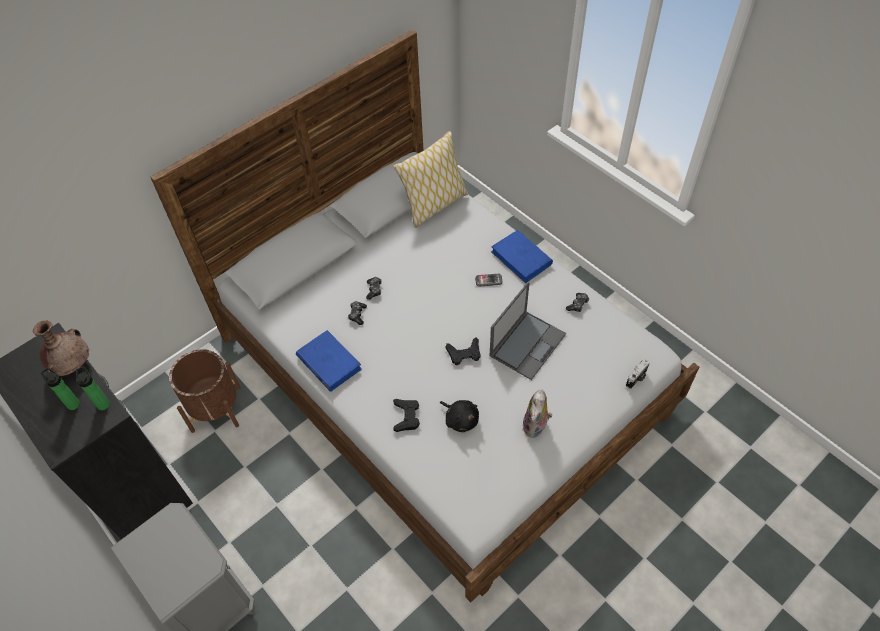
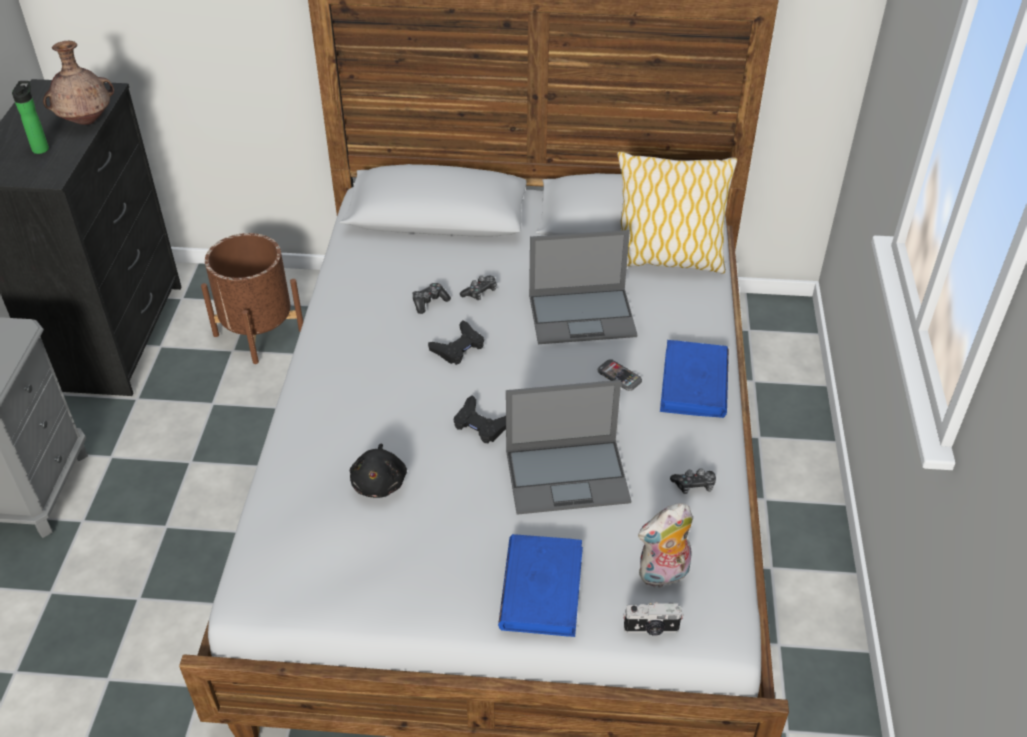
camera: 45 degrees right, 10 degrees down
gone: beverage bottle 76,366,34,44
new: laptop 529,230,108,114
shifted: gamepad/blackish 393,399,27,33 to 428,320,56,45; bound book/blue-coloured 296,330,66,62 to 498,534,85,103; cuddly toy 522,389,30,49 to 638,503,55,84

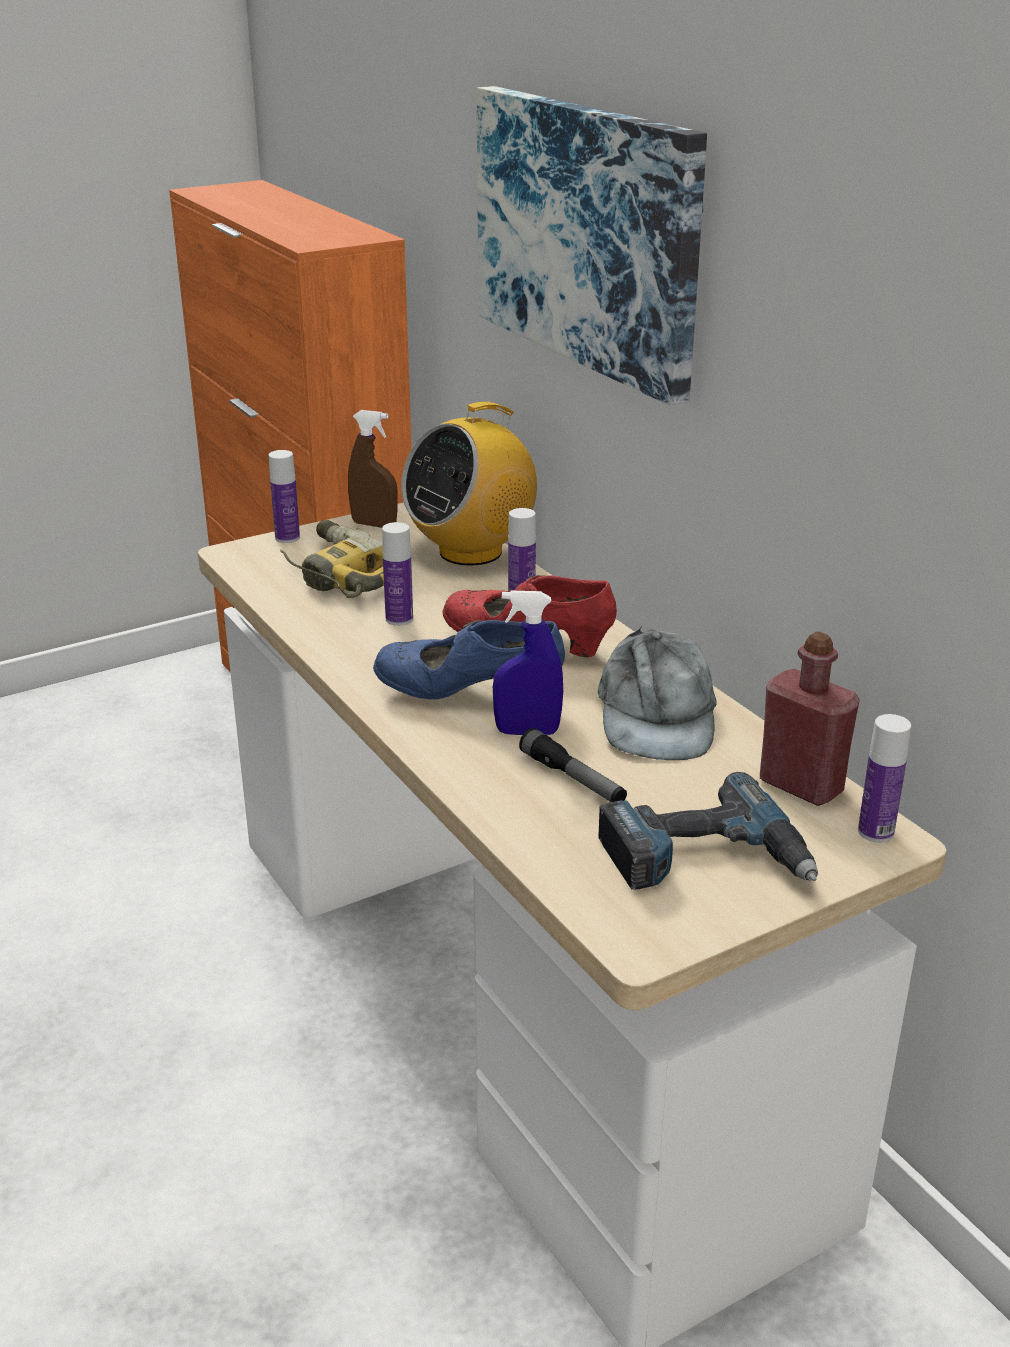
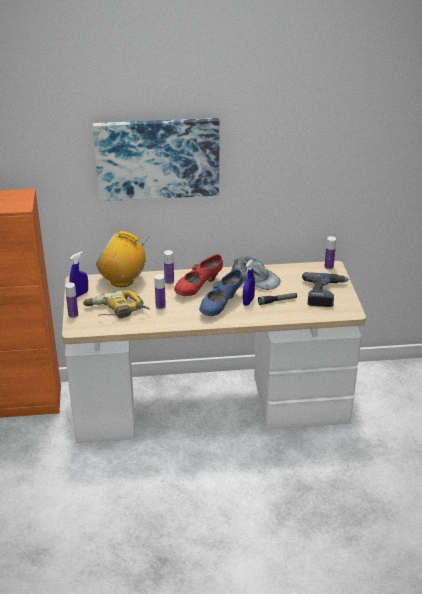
camera: 65 degrees left, 5 degrees up
gone: beverage bottle/red-coloured 760,632,100,174
repainted: spray bottle/brown-coloured 348,410,49,118 to spray bottle/blue-coloured 69,251,19,46
rotated: radio receiver 401,402,136,164 = 96,231,53,56 120 degrees clockwise

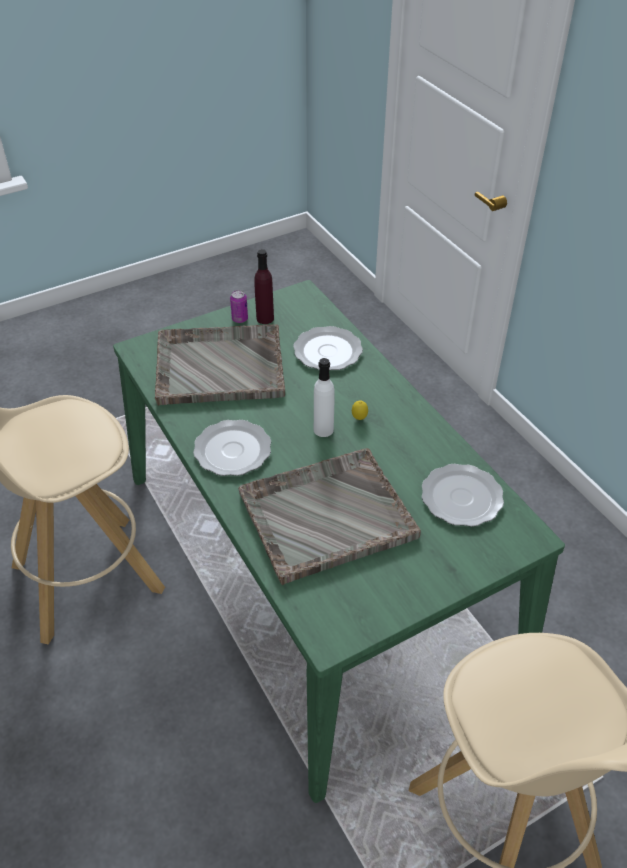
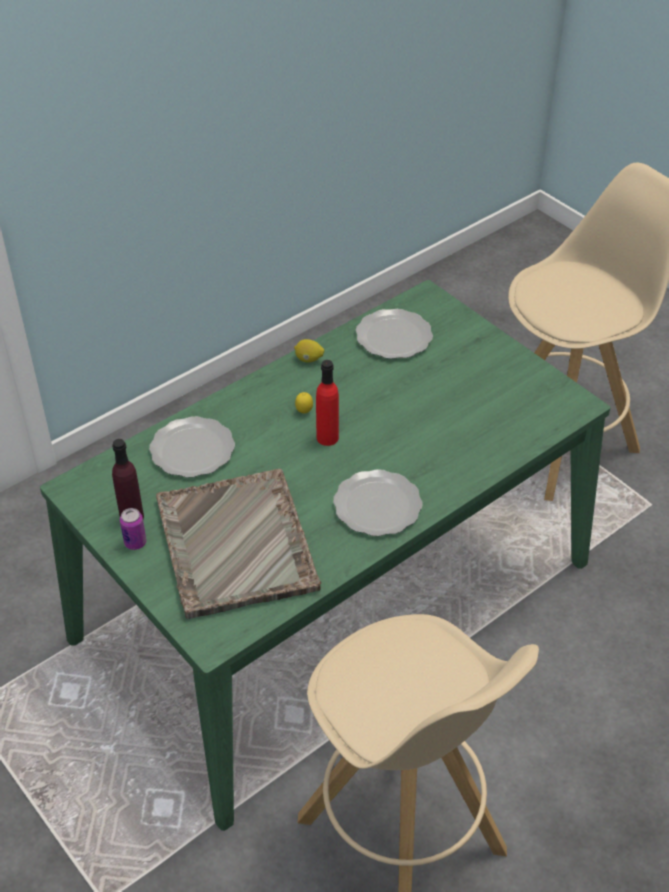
camera: 100 degrees left, 0 degrees up
gone: tray/gray 239,448,182,137
new: whole lemon 294,339,30,23
repainted: beverage bottle/white-coloured 314,358,21,79 to beverage bottle/red-coloured 316,360,23,86

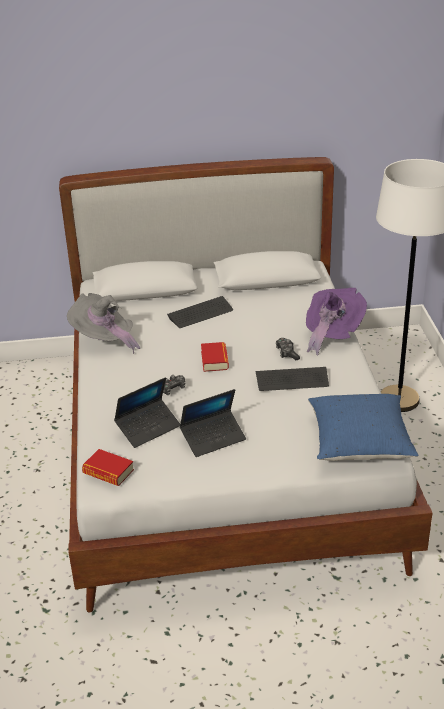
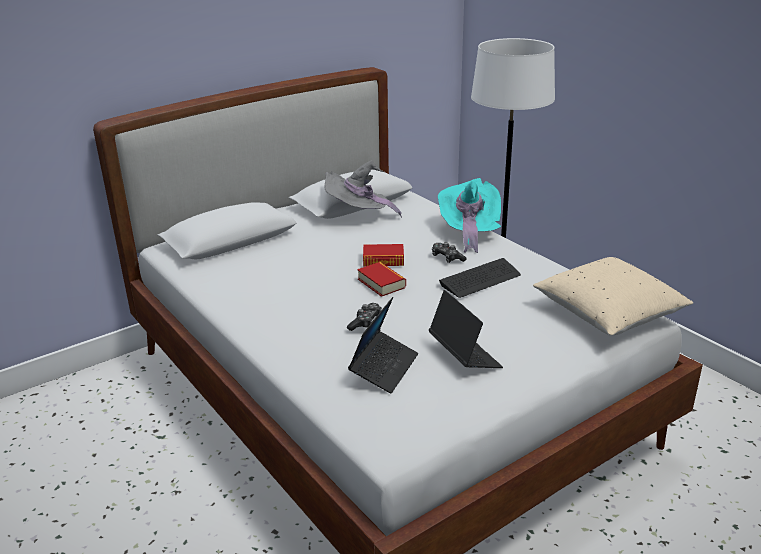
camera: 30 degrees left, 5 degrees down
gone: computer keyboard 167,296,66,32
shifted: clothing hat/gray 67,293,73,61 to 324,160,78,58; bound book 82,449,52,37 to 363,244,41,22
repainted: clothing hat/purple-coloured 306,288,61,67 to clothing hat/blue-green 438,178,63,75; cushion/blue-coloured 308,394,111,67 to cushion/beige-coloured 533,257,160,79
rotated: laptop 180,389,66,68 = 429,290,74,78 60 degrees counterclockwise

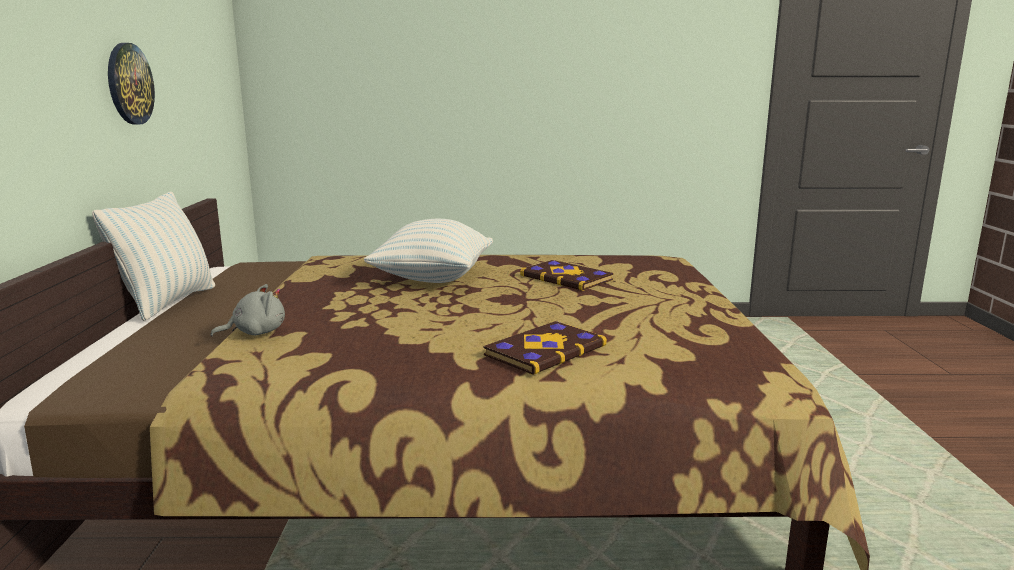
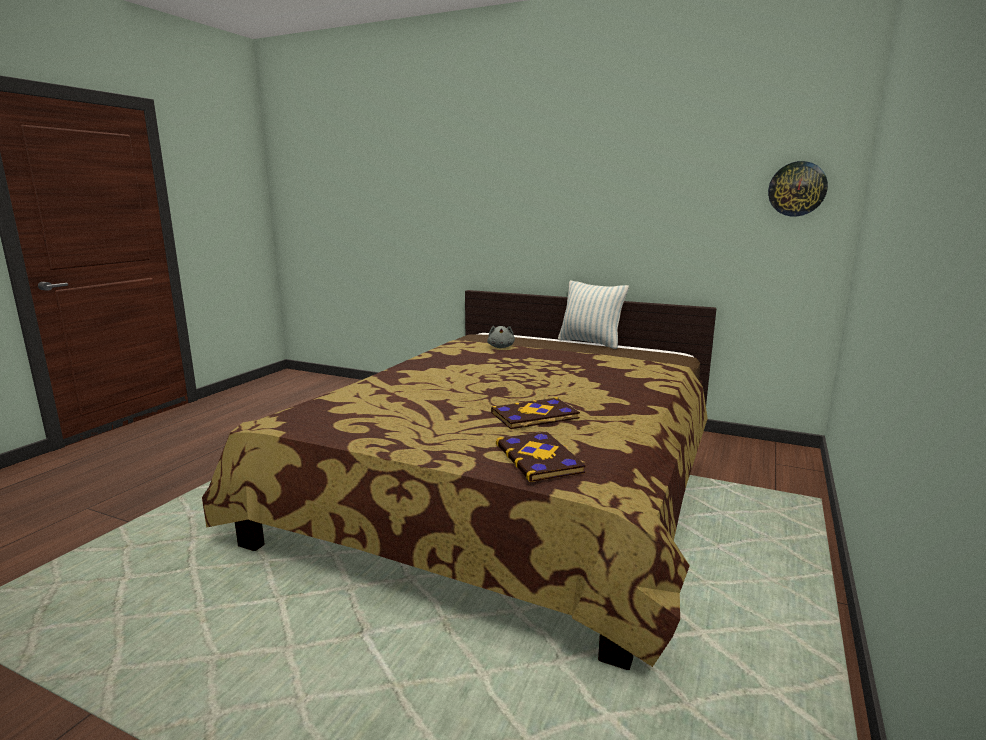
camera: 115 degrees right, 0 degrees up
gone: cushion 364,219,129,64
shifted: bound book 484,321,123,54 to 496,431,90,51; wall clock 108,43,47,82 to 768,161,60,56

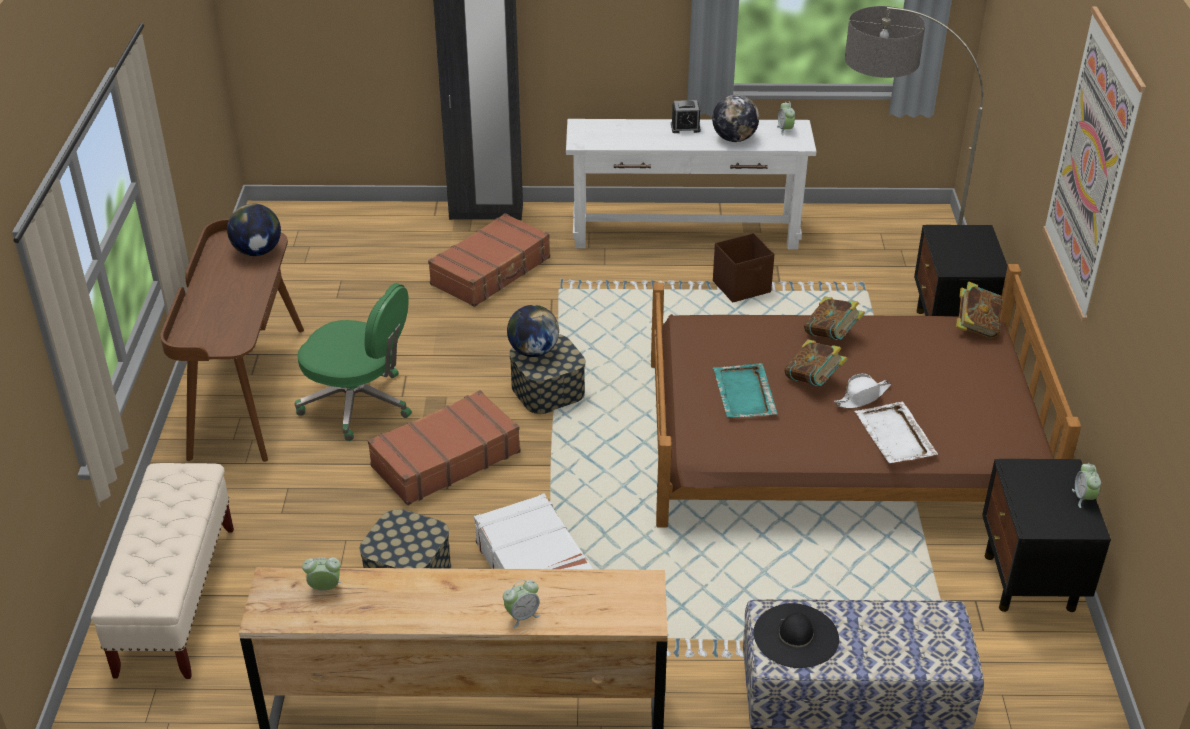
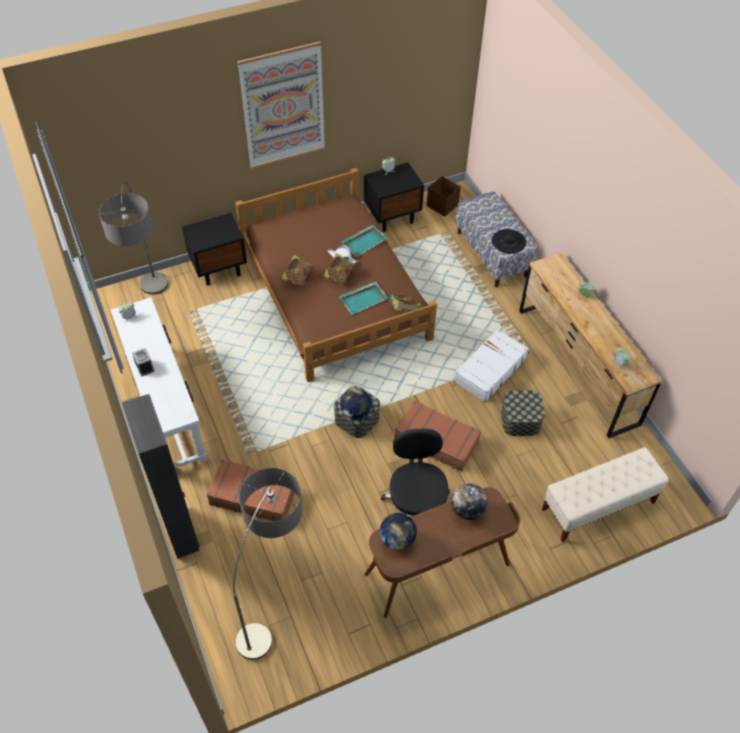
camera: 115 degrees left, 15 degrees up
new: floor lamp 233,468,70,192
shifted: bound book 956,282,47,57 to 388,294,34,18; storage bin/brown-coloured 713,233,61,69 to 427,176,34,41; desk globe 712,95,47,47 to 451,483,37,37
repainted: tray/white-coloured 855,402,83,61 to tray/blue-green 341,225,47,32; office chair/greenish 295,283,117,158 to office chair/blackish 381,428,69,89

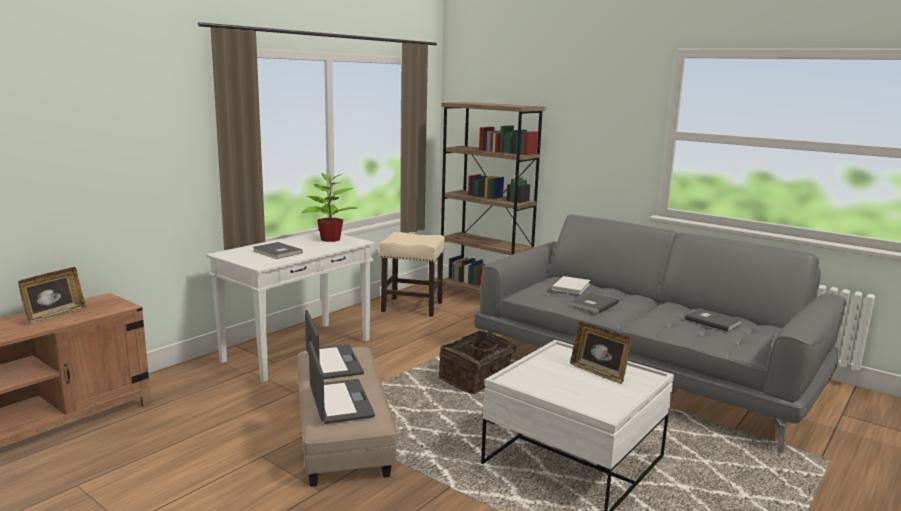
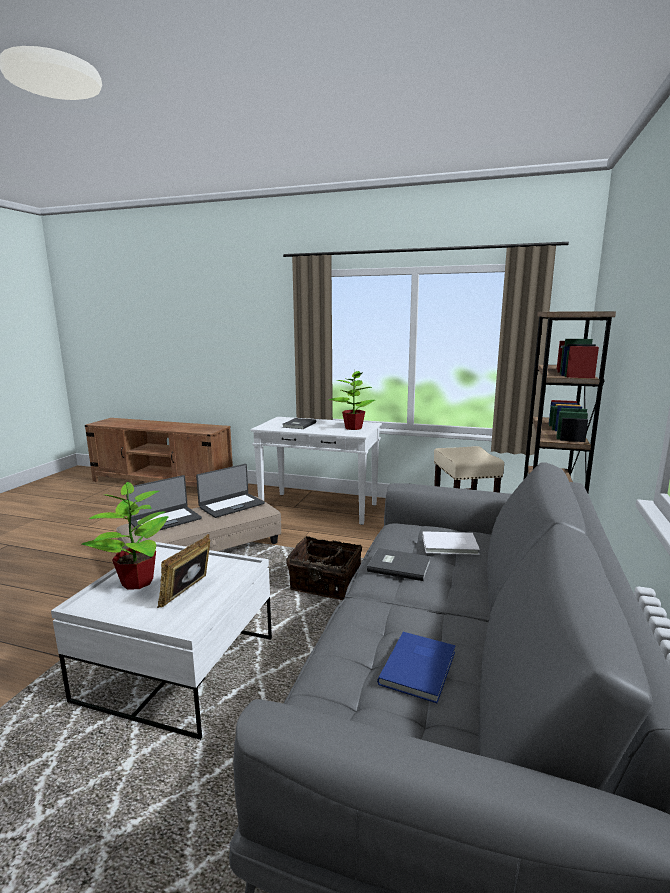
camera: 70 degrees right, 0 degrees up
gone: picture frame 18,267,69,57
new: potted plant 82,482,87,108
repainted: bound book/gray 685,308,58,24 to bound book/blue-coloured 377,632,79,71

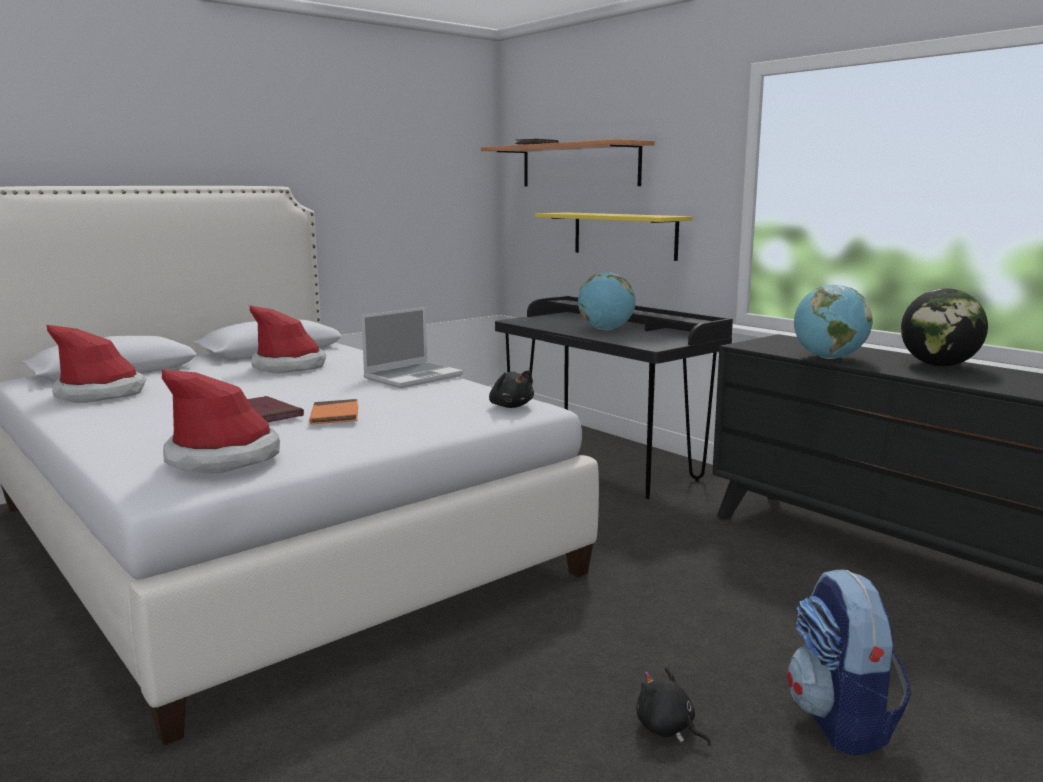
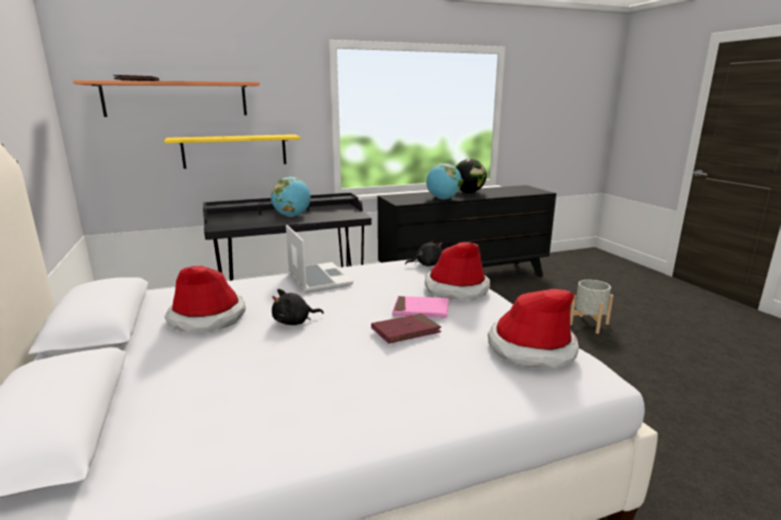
camera: 70 degrees left, 5 degrees up
shifted: cuddly toy/blackish 636,667,75,79 to 272,289,52,36; clothing hat 47,325,99,78 to 425,242,65,58
swapped: rucksack 787,569,125,187 to plant pot/gray 570,280,43,54
repainted: bound book/orange 309,399,49,26 to bound book/pink 392,296,57,22

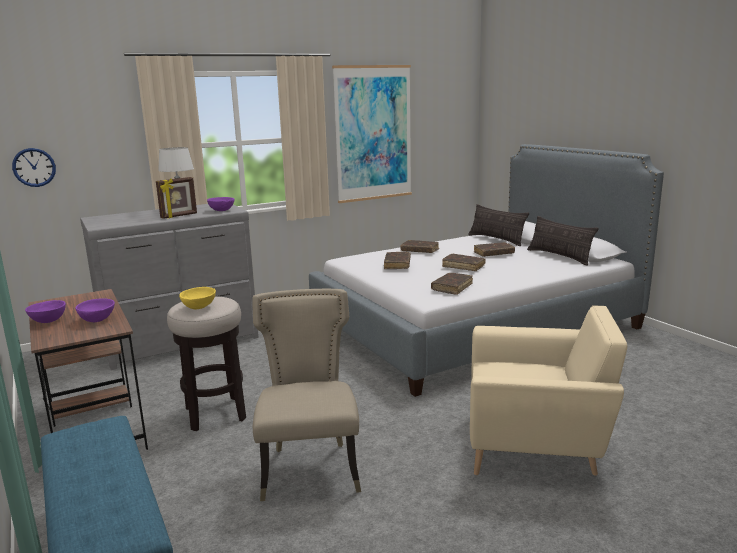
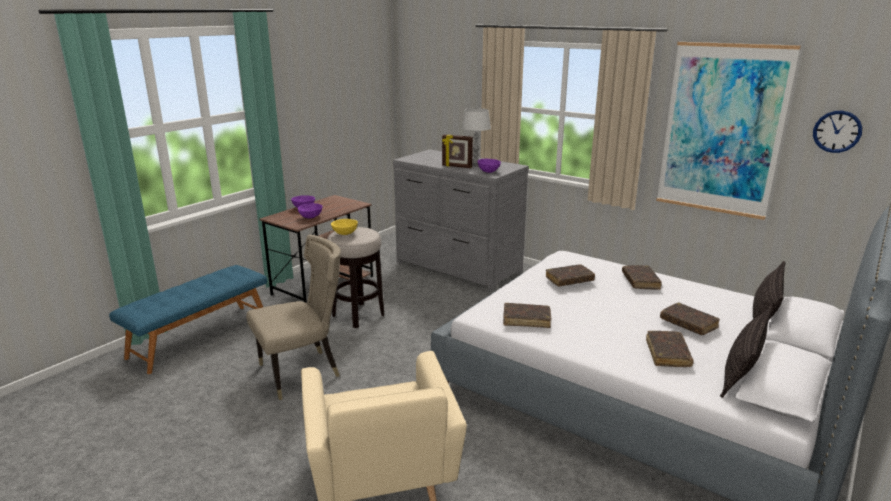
camera: 65 degrees right, 5 degrees up
shifted: bound book/brown-coloured 442,254,44,17 to 646,331,48,36; wall clock 12,148,44,39 to 813,111,49,42

